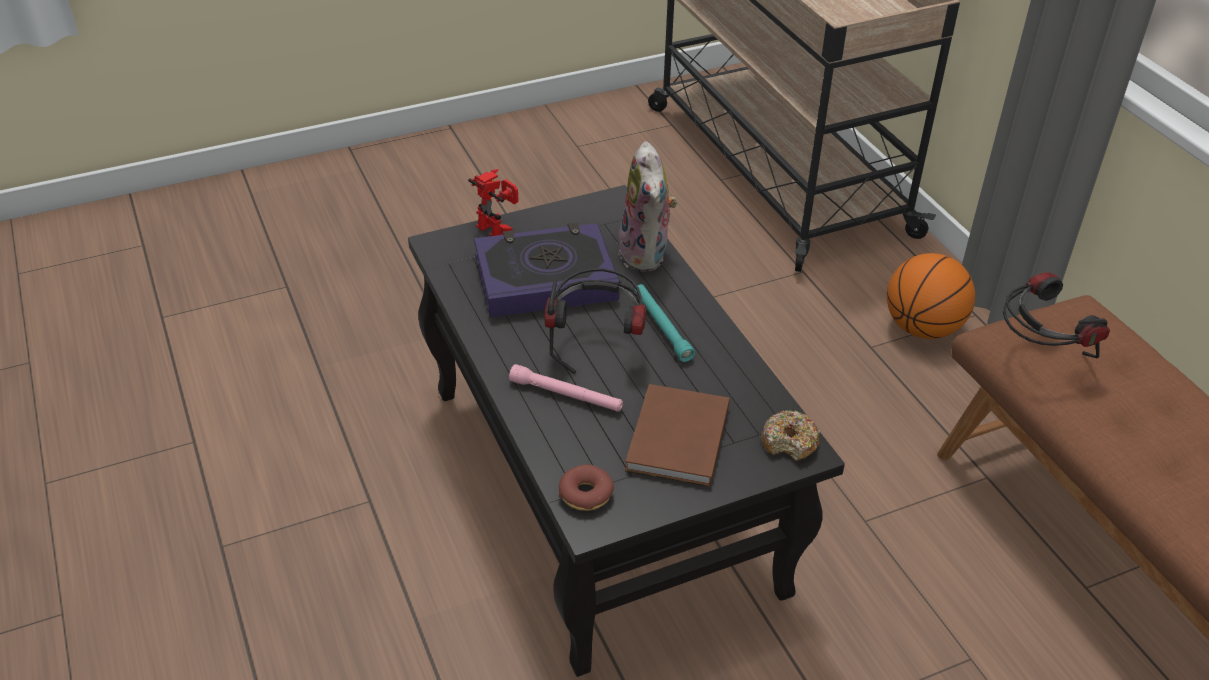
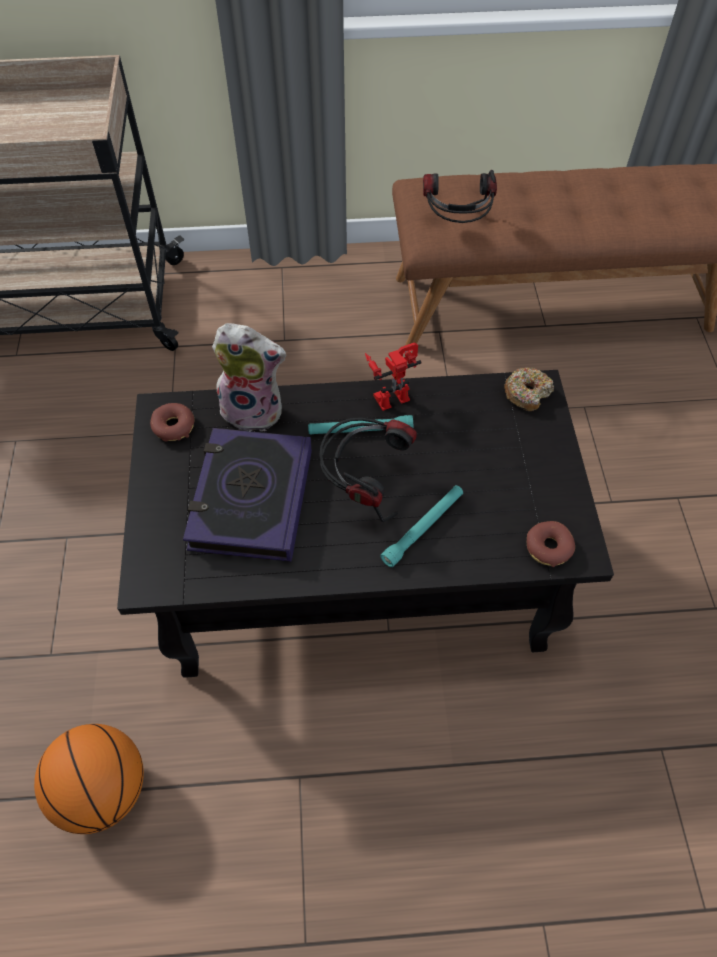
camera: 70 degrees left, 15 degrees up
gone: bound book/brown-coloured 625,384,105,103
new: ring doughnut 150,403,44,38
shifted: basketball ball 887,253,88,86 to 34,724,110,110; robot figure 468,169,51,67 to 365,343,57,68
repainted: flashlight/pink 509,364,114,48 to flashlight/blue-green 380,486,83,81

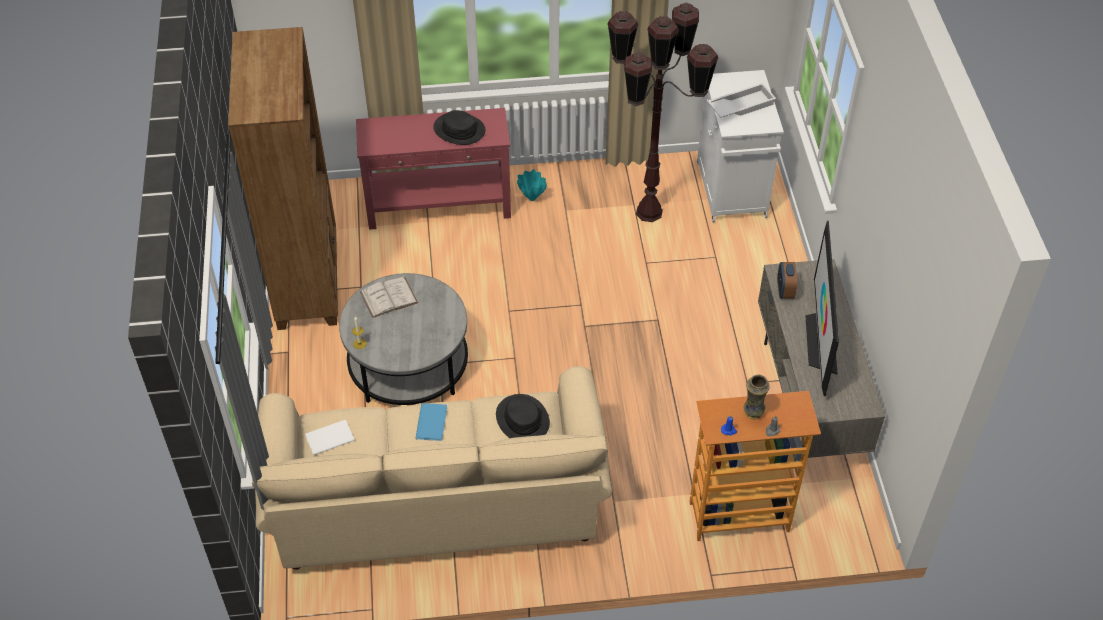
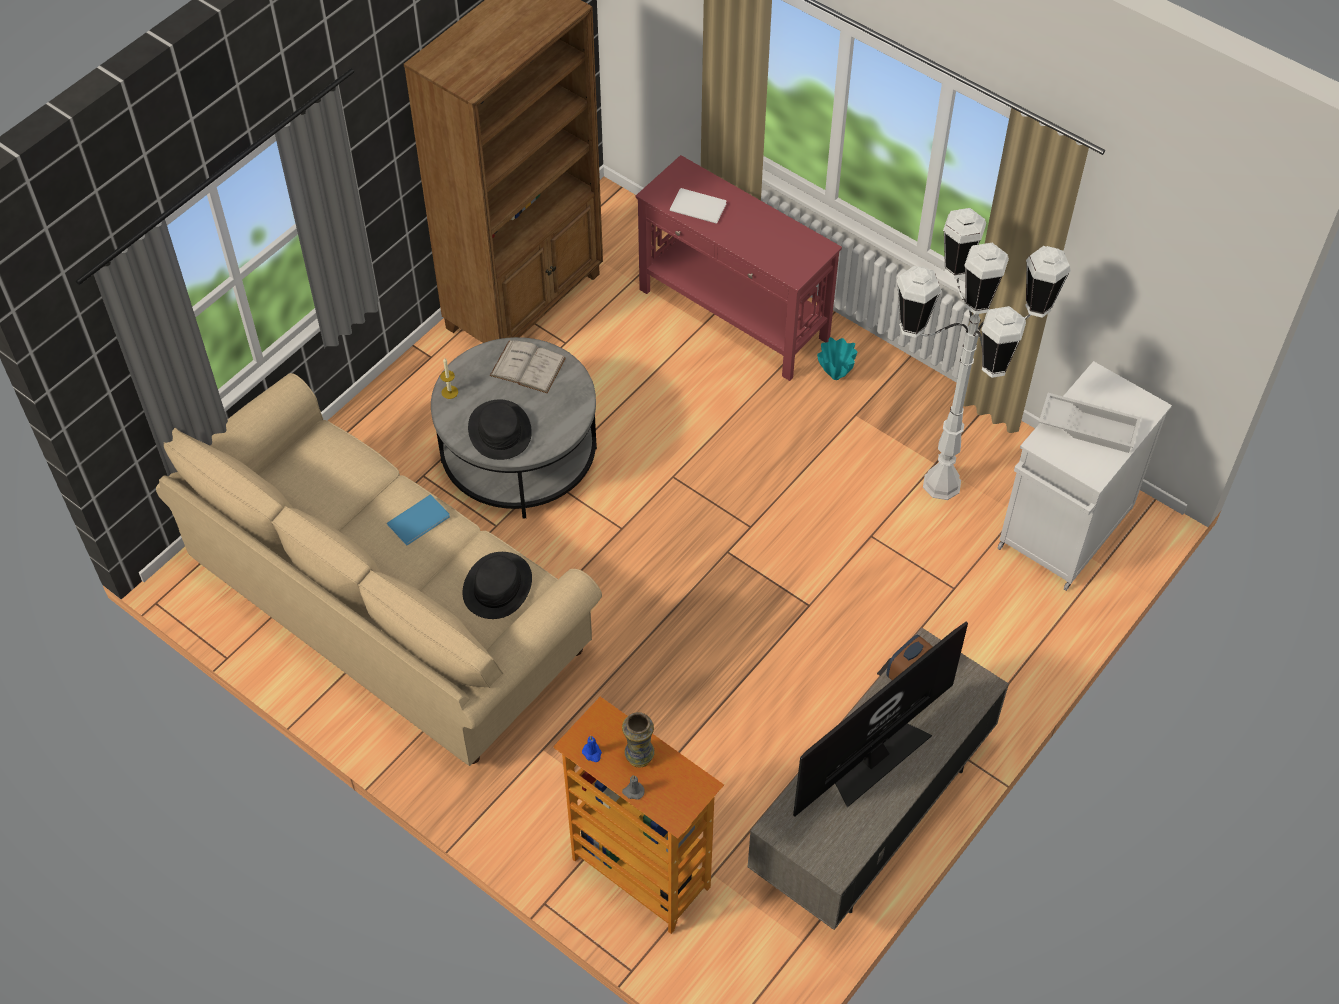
camera: 45 degrees right, 5 degrees up
shifted: clothing hat/blackish 433,110,52,35 to 468,400,64,60; bound book/white-coloured 305,420,50,35 to 670,188,57,36
repainted: floor lamp/brown-coloured 608,3,110,219 to floor lamp/white-coloured 897,208,174,292

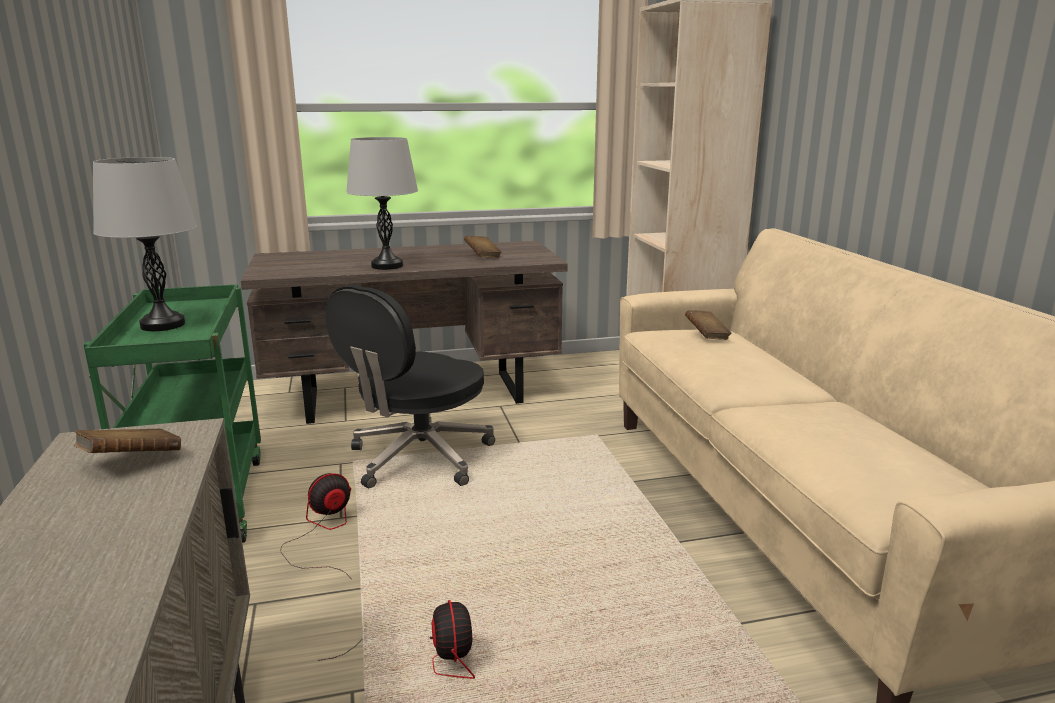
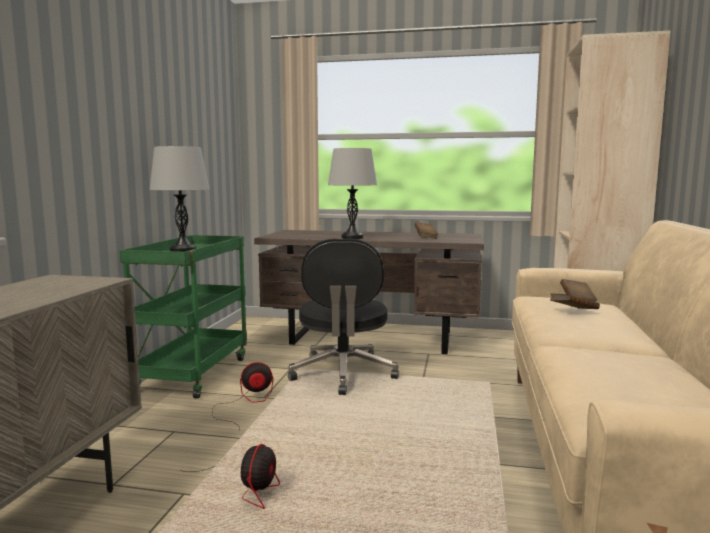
camera: 25 degrees right, 10 degrees down
shifted: bound book/brown-coloured 74,429,107,24 to 550,293,50,16
rotated: office chair/blackish 325,285,170,204 = 288,239,111,156 60 degrees counterclockwise

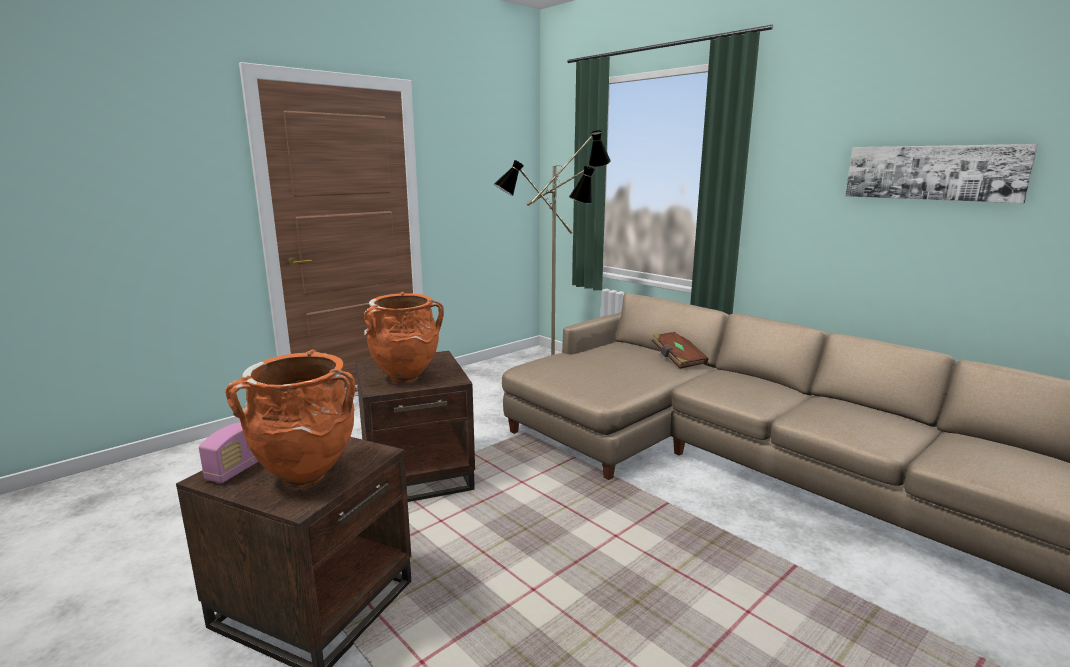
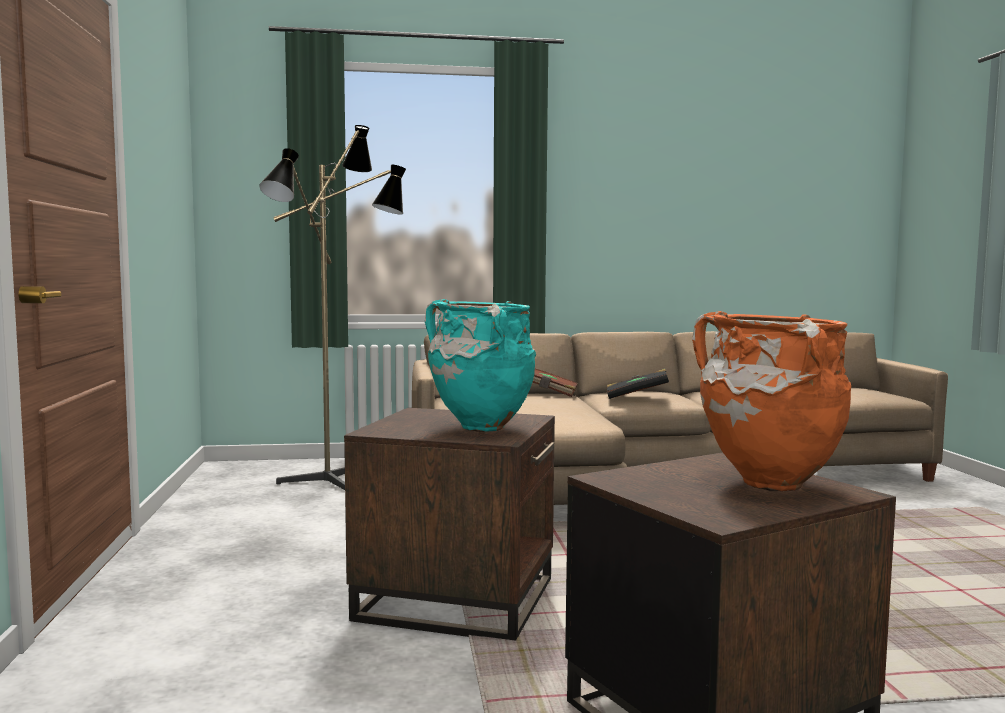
camera: 55 degrees left, 10 degrees down
gone: radio receiver 199,422,59,61; wall picture 845,144,193,59
new: bound book/blackish 607,369,62,30
repainted: vase/orange 364,292,80,91 to vase/blue-green 425,299,111,133

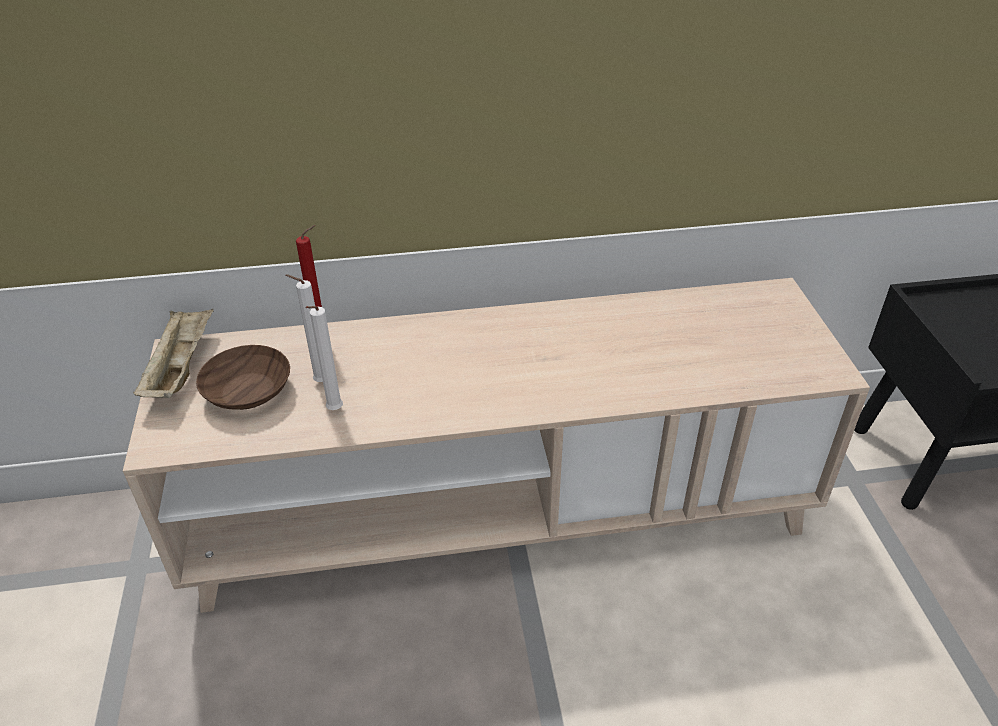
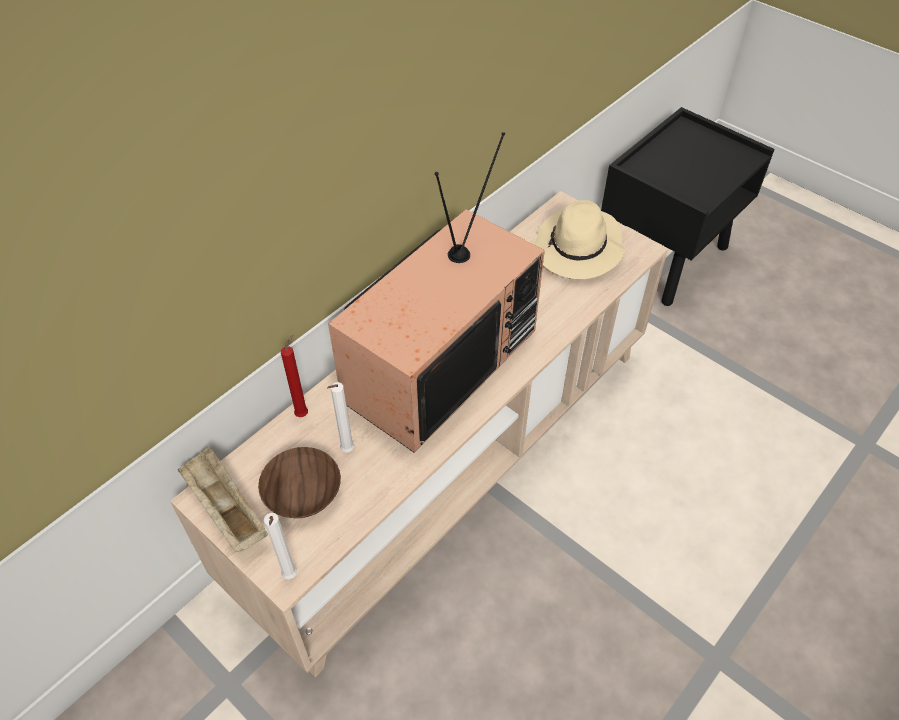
camera: 40 degrees left, 10 degrees up
new: television 328,132,217,320; clothing hat/beige-coloured 534,200,91,79
shifted: candle/white-coloured 305,306,38,104 to 264,513,33,66

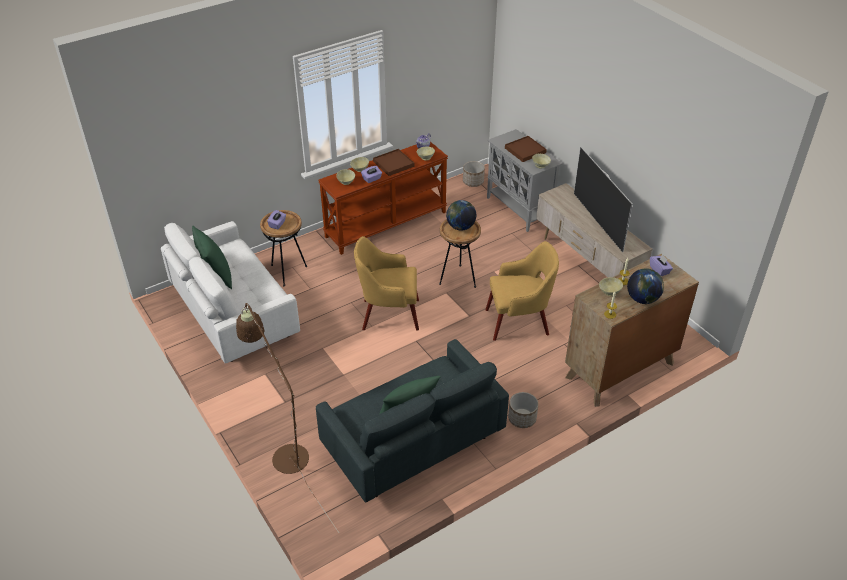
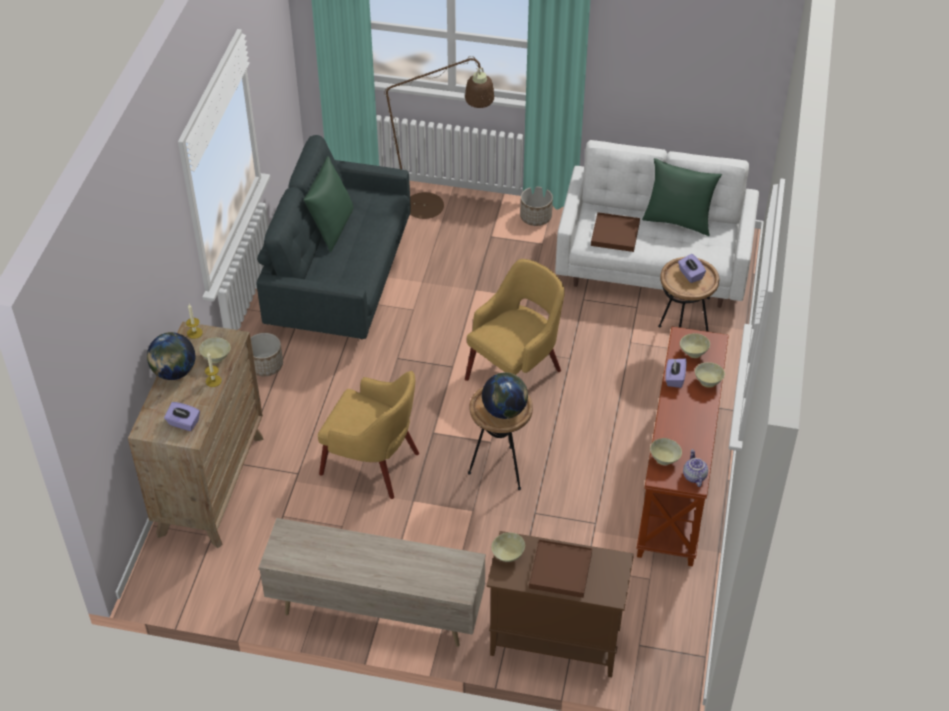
camera: 135 degrees right, 5 degrees up
gone: television 574,147,59,105
shifted: plant pot 463,161,22,26 to 520,187,33,39; tray/brown-coloured 373,149,41,27 to 591,212,49,40
repainted: storage cabinet/gray 487,129,76,103 to storage cabinet/brown-coloured 487,531,147,146
rotated: lounge chair/yellowish 486,241,73,100 = 318,371,101,128 105 degrees counterclockwise

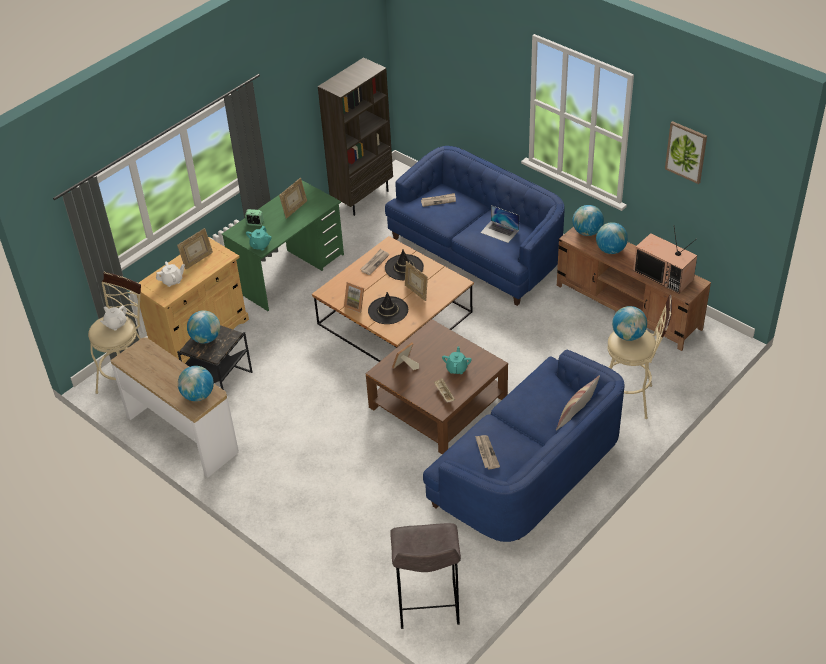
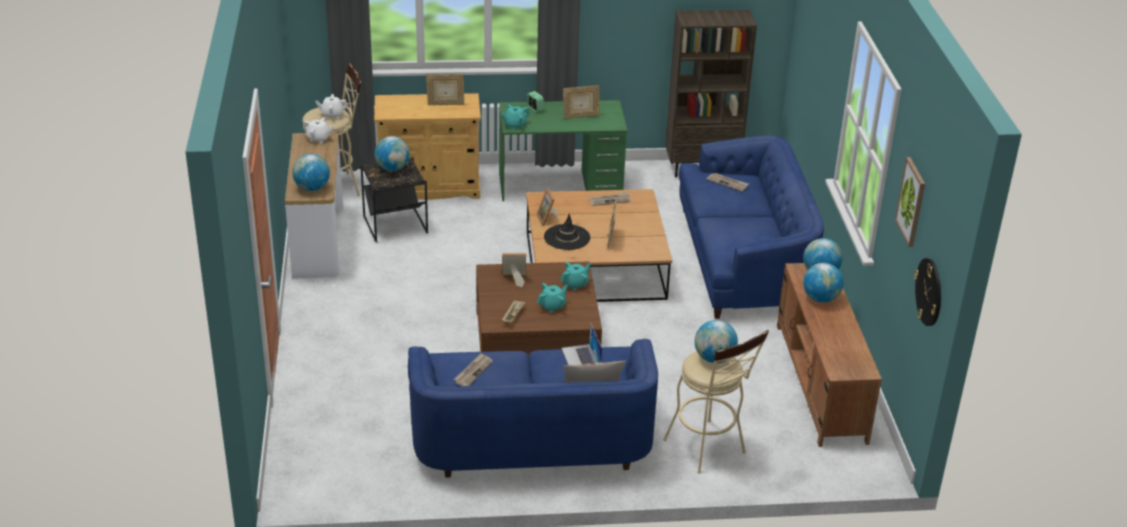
camera: 40 degrees right, 10 degrees down
gone: clothing hat/blackish 385,250,39,30; sitting stool/gray 390,523,71,106; television 633,225,64,68
new: tea pot/blue-green 561,262,30,28; wall clock 914,258,27,68
shifted: tea pot/white-coloured 156,261,29,26 to 303,118,30,25; laptop 480,205,39,38 to 562,323,40,42

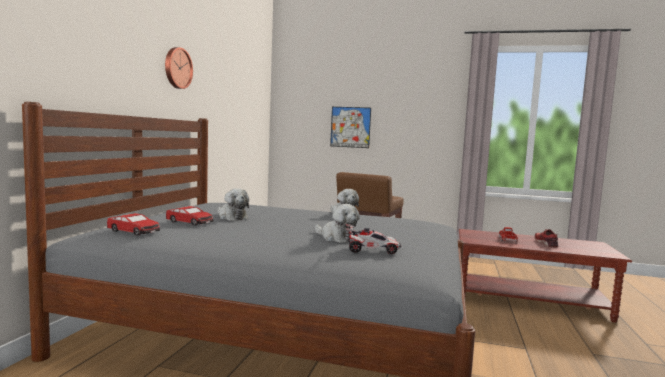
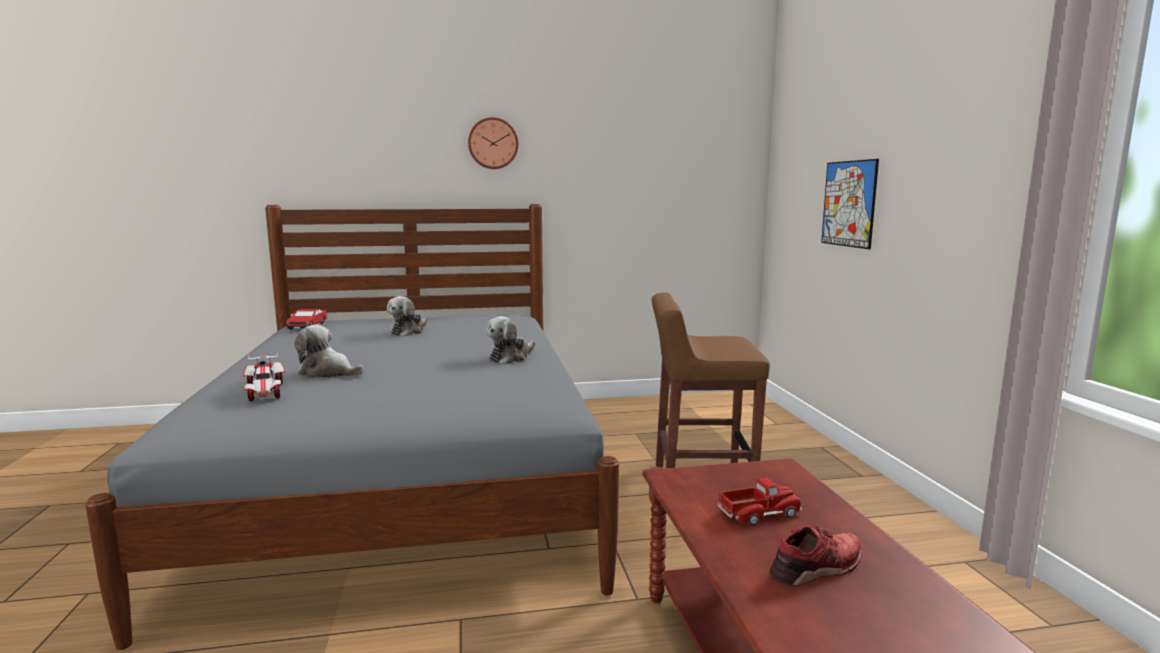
camera: 65 degrees right, 5 degrees up
gone: model car 166,206,47,20
rotated: cuddly toy 315,204,45,39 = 294,324,69,54 90 degrees clockwise

